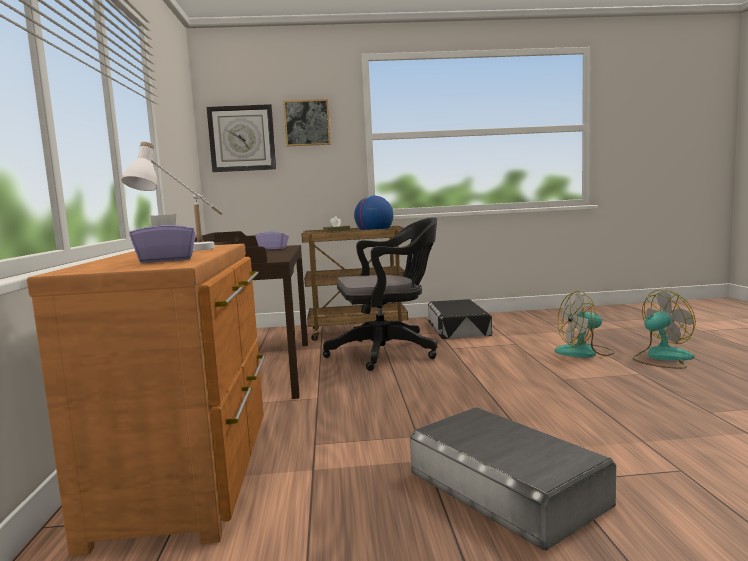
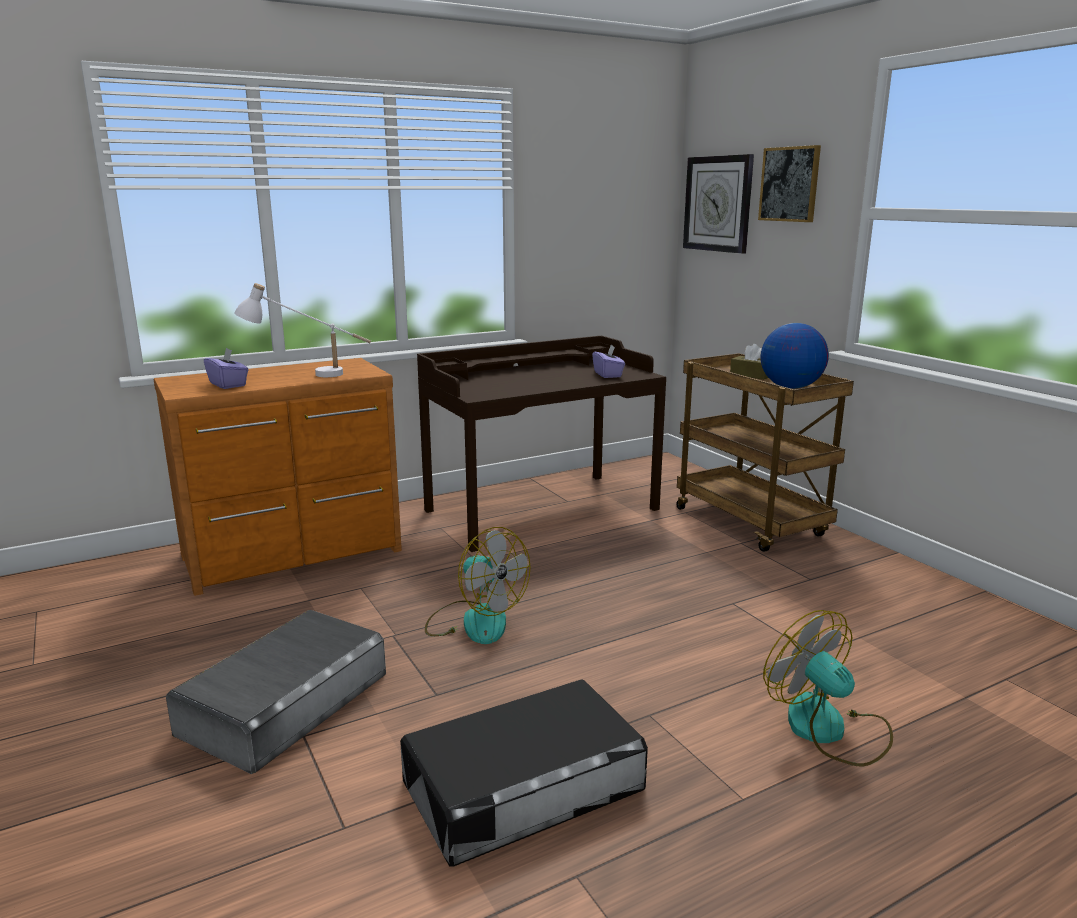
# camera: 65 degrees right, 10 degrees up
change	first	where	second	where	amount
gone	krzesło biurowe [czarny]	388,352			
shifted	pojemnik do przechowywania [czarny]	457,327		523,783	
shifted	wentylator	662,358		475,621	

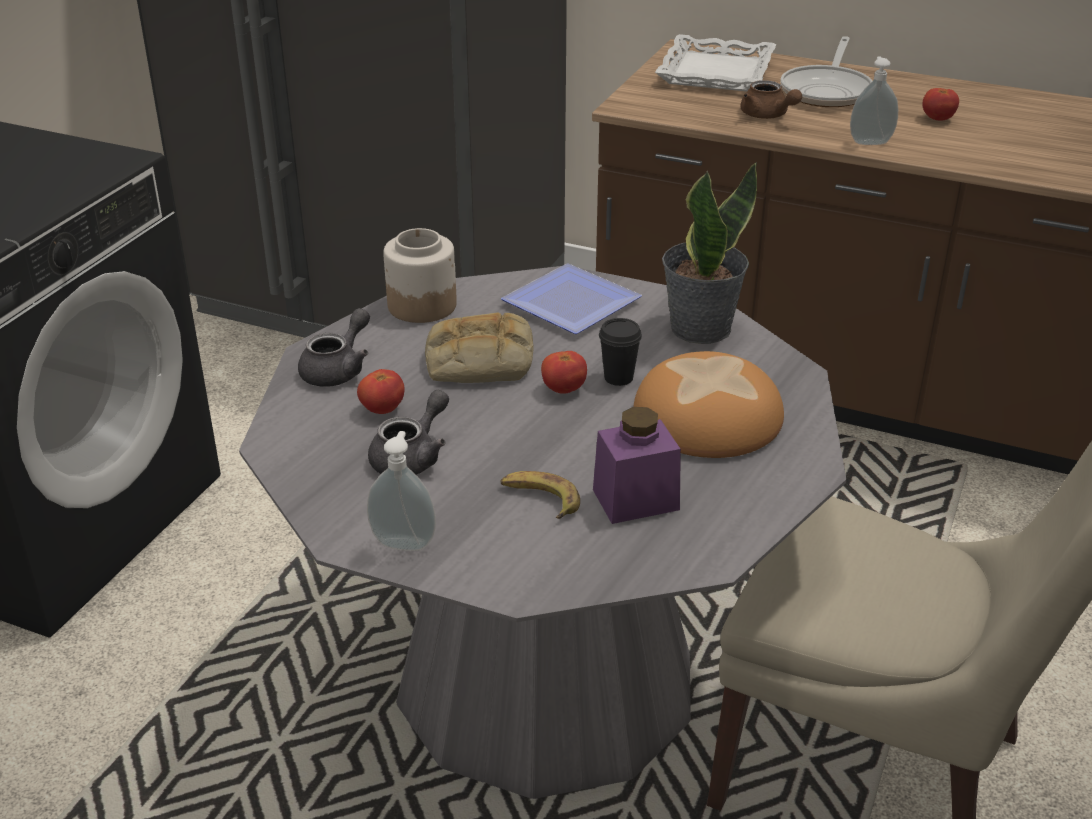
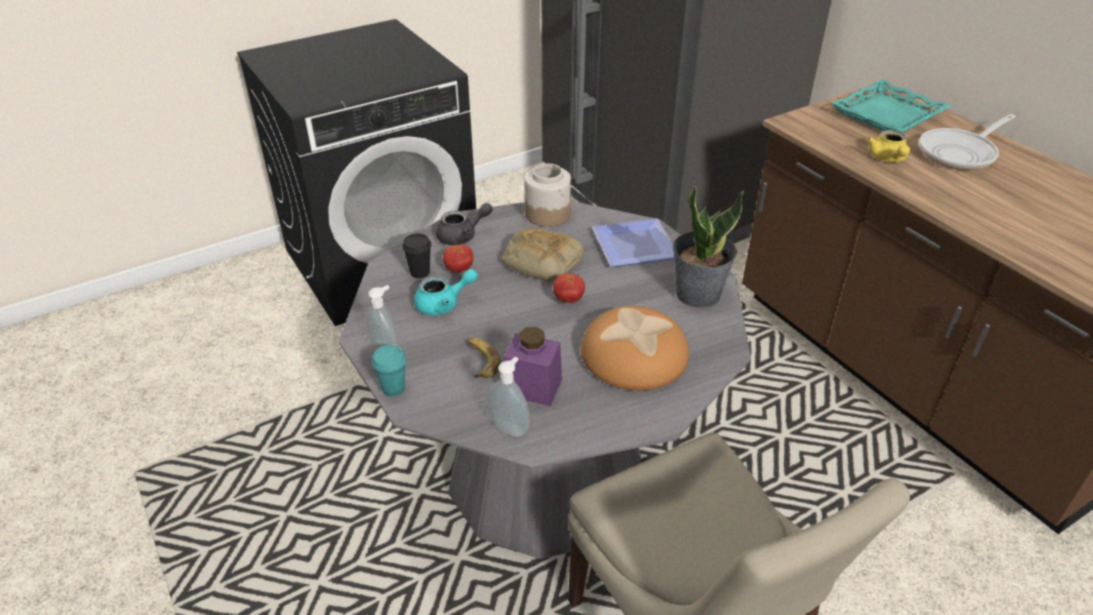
# camera: 35 degrees right, 5 degrees up
change	first	where	second	where	amount
gone	pomidor	937,119			
new			filiżanka [turkusowy]	393,388	
shifted	filiżanka [czarny]	618,378		420,272	
shifted	dozownik mydła	870,142		510,427	
repainted	imbryk [szary]	412,457	imbryk [turkusowy]	444,304	
repainted	taca [biały]	715,72	taca [turkusowy]	887,114	
repainted	imbryk [brązowy]	767,116	imbryk [żółty]	888,159	

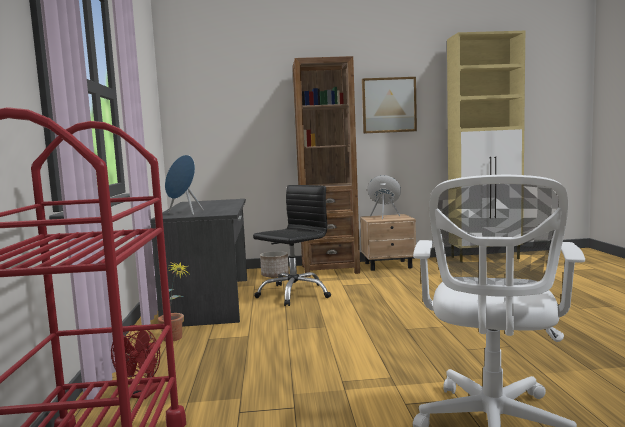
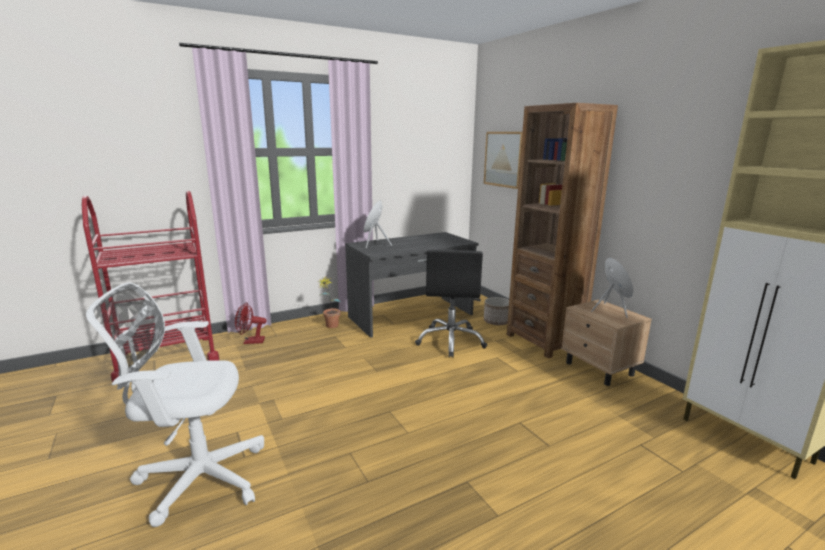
# camera: 65 degrees right, 10 degrees up
change	first	where	second	where	amount
shifted	obraz	389,105		504,159	
rotated	krzesło biurowe [czarny]	294,294		451,341	75 degrees clockwise

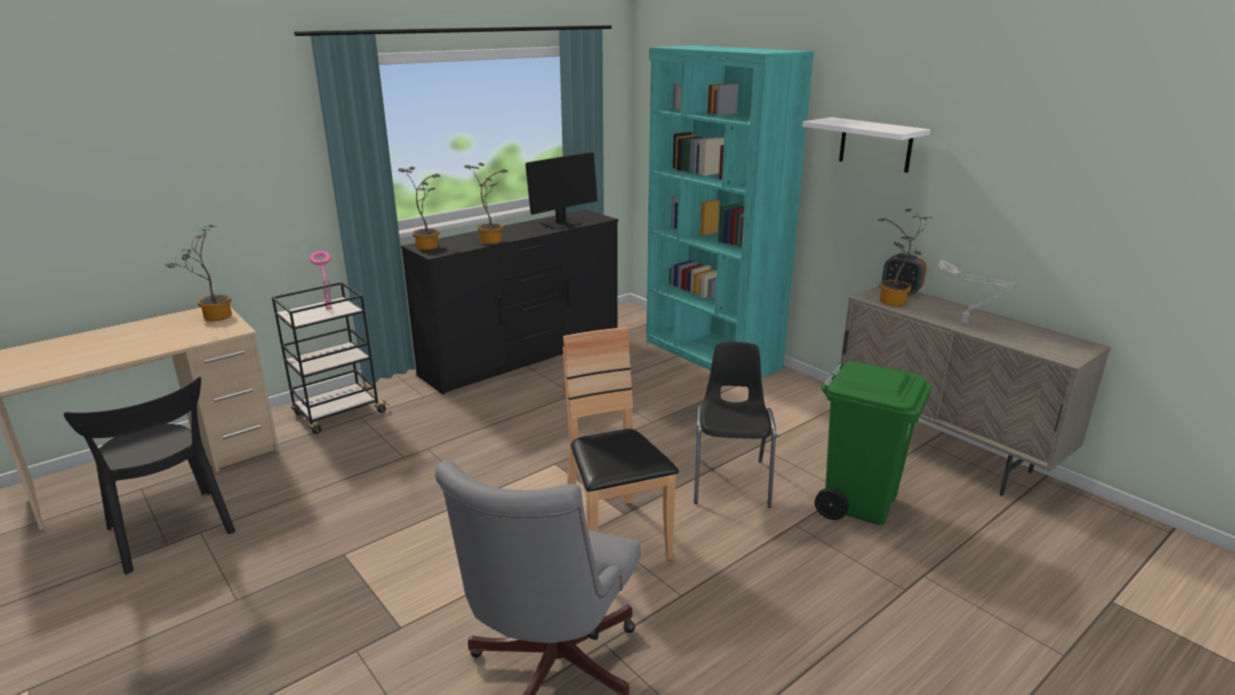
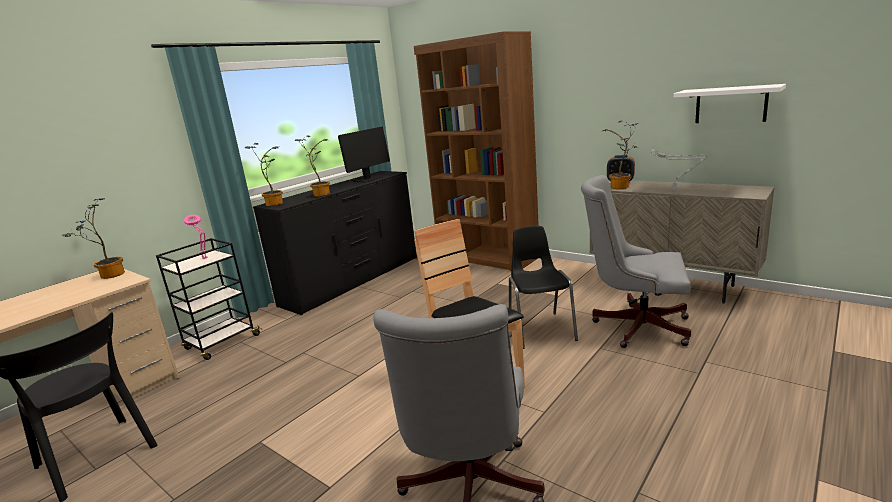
# camera: 10 degrees left, 5 degrees down
change	first	where	second	where	amount
shifted	półka [biały]	875,144		731,104	
swapped	kosz na śmieci [zielony]	858,503	krzesło biurowe [szary]	635,326	
repainted	regał [turkusowy]	711,355	regał [brązowy]	487,257	

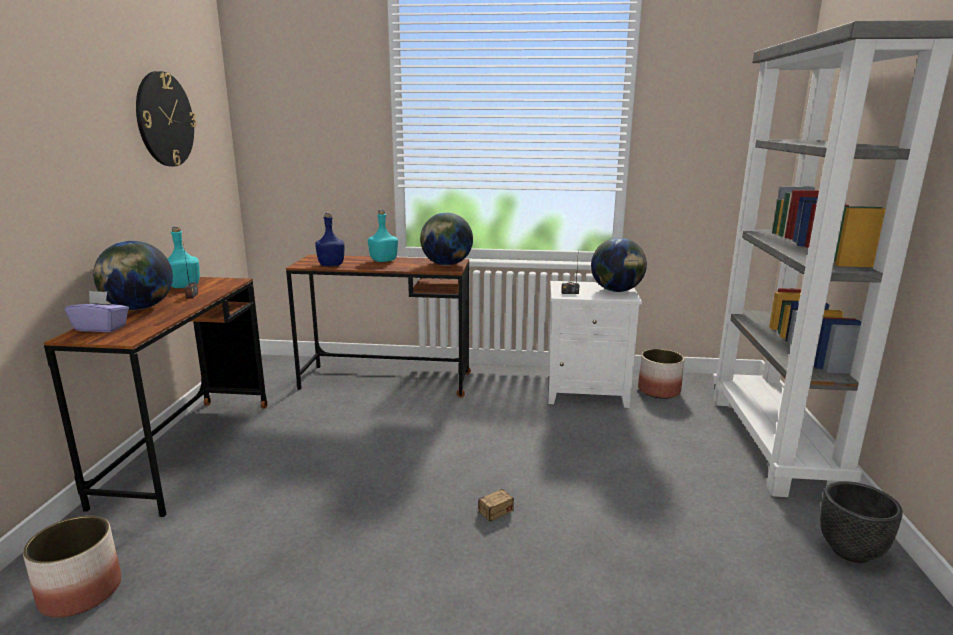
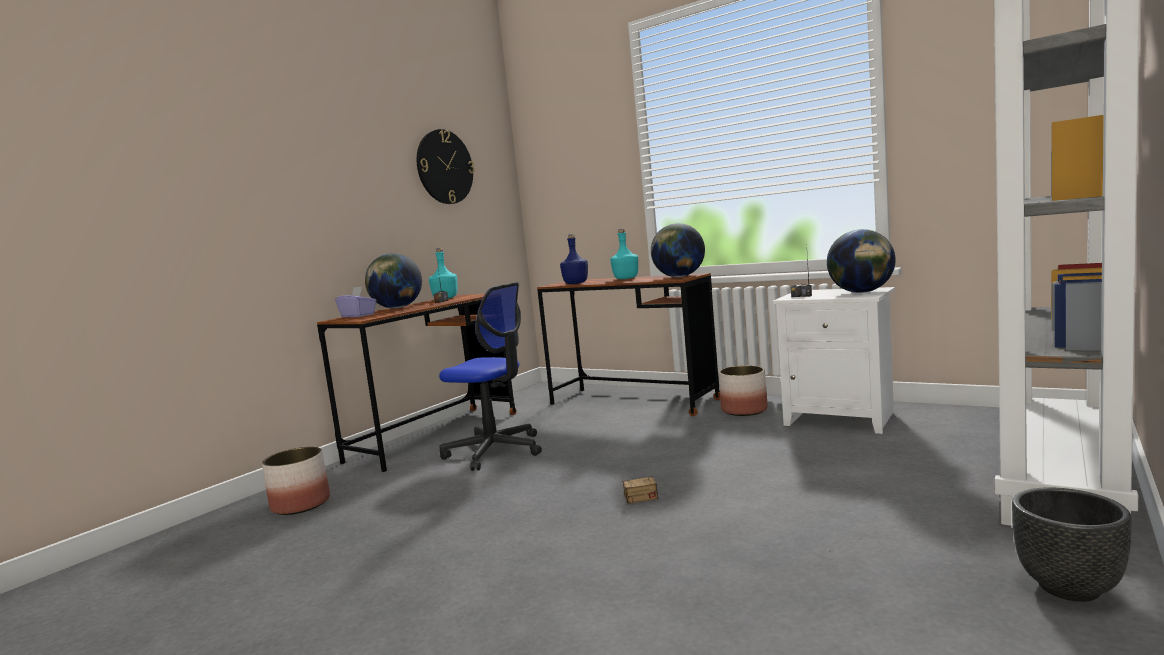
# camera: 30 degrees right, 10 degrees down
change	first	where	second	where	amount
new			krzesło biurowe	495,451	
shifted	donica	659,391		744,410	

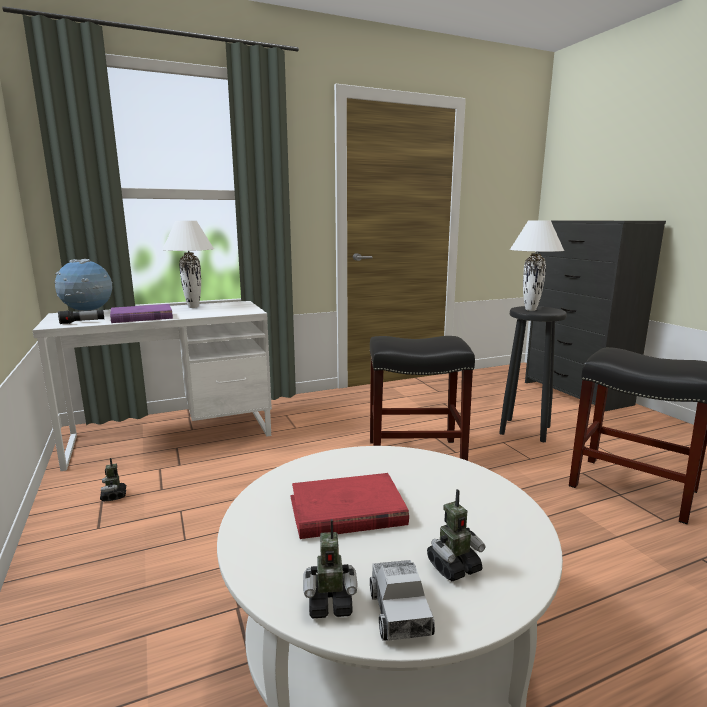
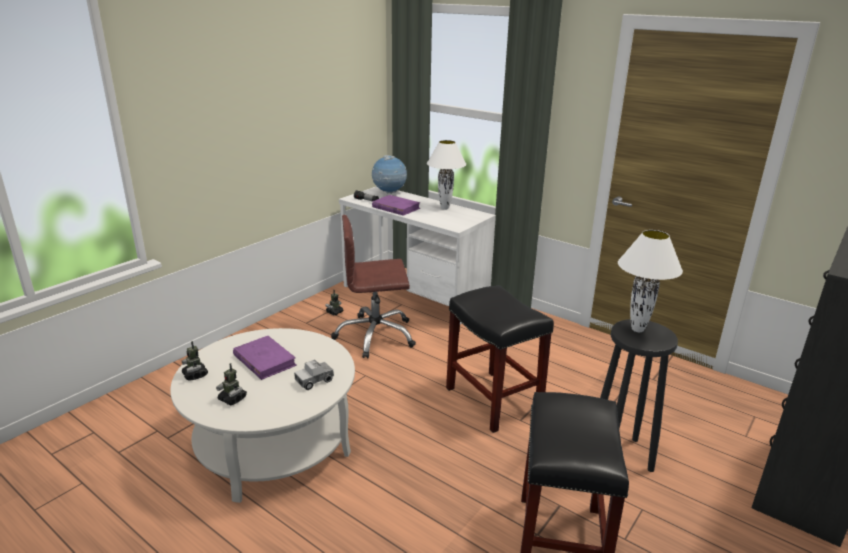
# camera: 60 degrees right, 10 degrees up
change	first	where	second	where	amount
new			krzesło biurowe [brązowy]	375,336	
shifted	ciężarówka zabawkowa	399,612		314,380	
repainted	książka [czerwony]	346,511	książka [fioletowy]	264,360	

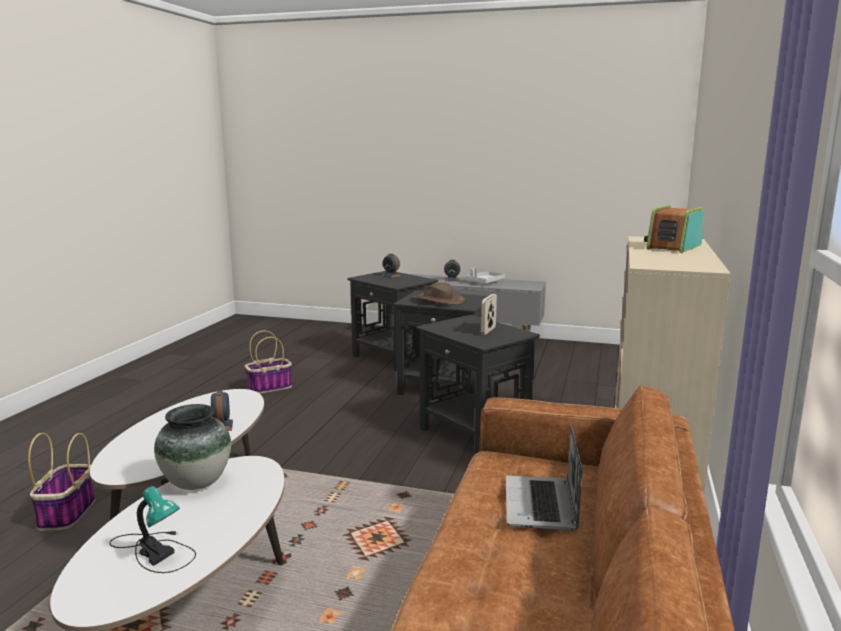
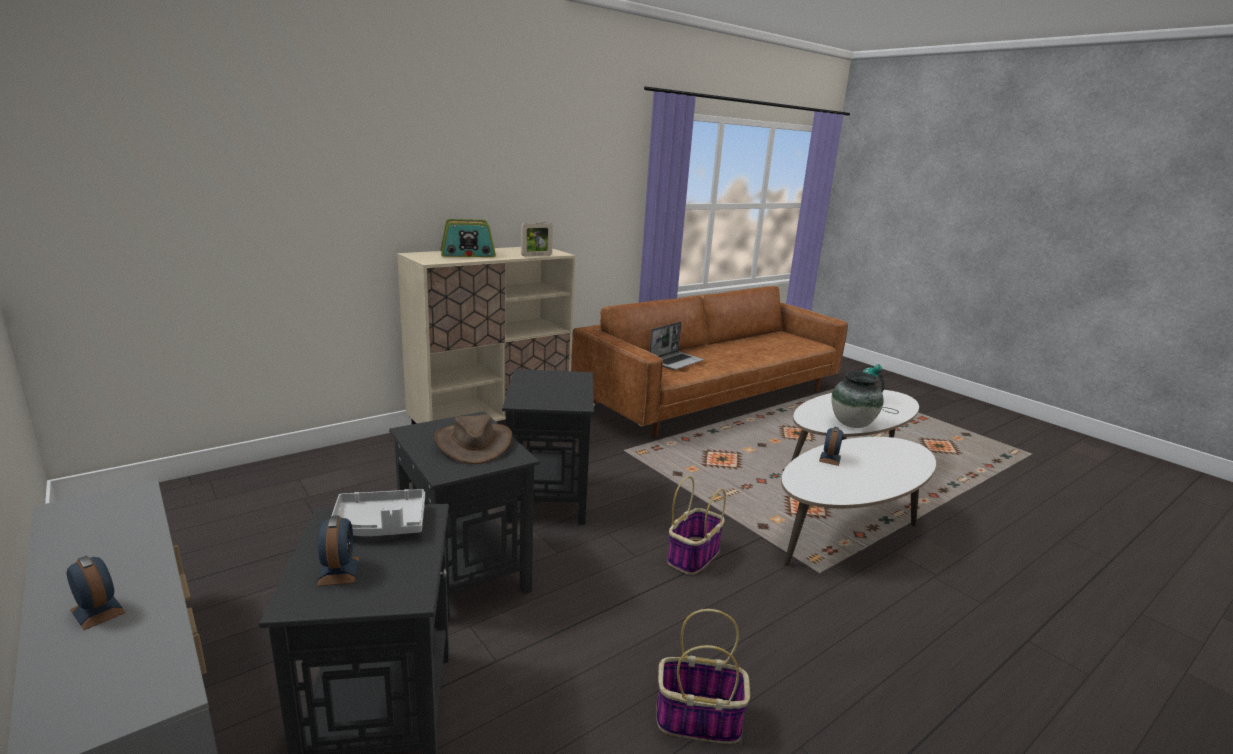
# camera: 145 degrees left, 5 degrees up
change	first	where	second	where	amount
shifted	koszyk	67,514		693,555	
shifted	taca [szary]	485,282		380,525	
shifted	ramka na zdjęcie	488,331		536,255	

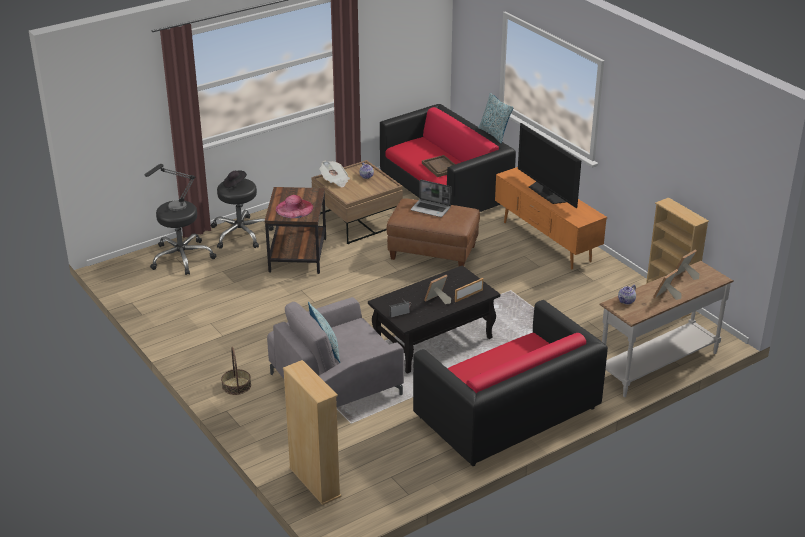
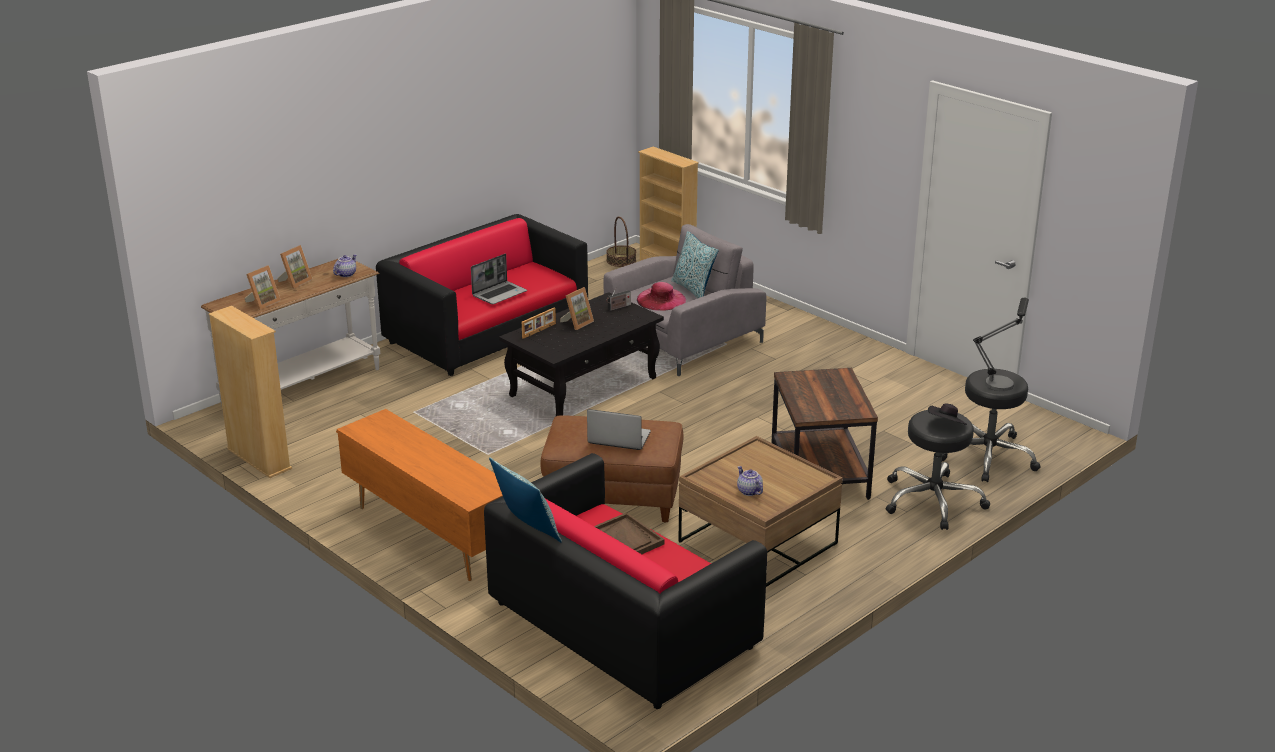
# camera: 170 degrees right, 5 degrees down
change	first	where	second	where	amount
gone	gazeta	335,181			
gone	telewizor	547,193			
new			laptop	499,294	
shifted	koszyk	236,386		621,260	
shifted	kapelusz [różowy]	294,208		661,299	

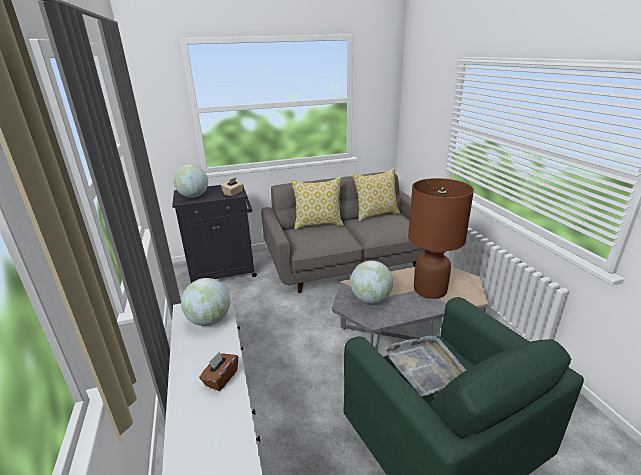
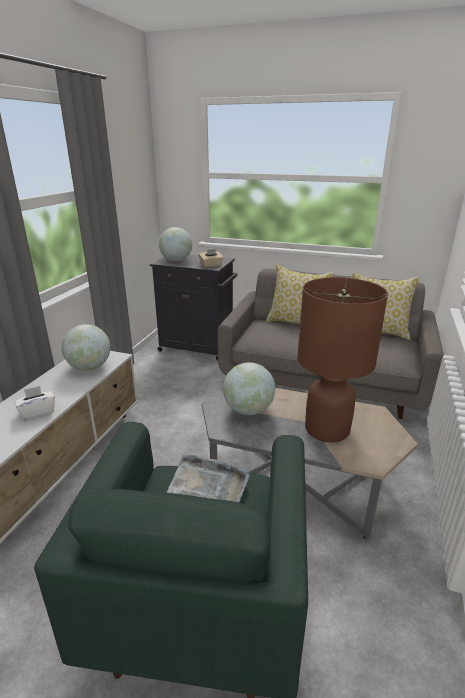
# camera: 35 degrees right, 0 degrees up
change	first	where	second	where	amount
repainted	pudełko chusteczek [brązowy]	221,378	pudełko chusteczek [biały]	37,412	

